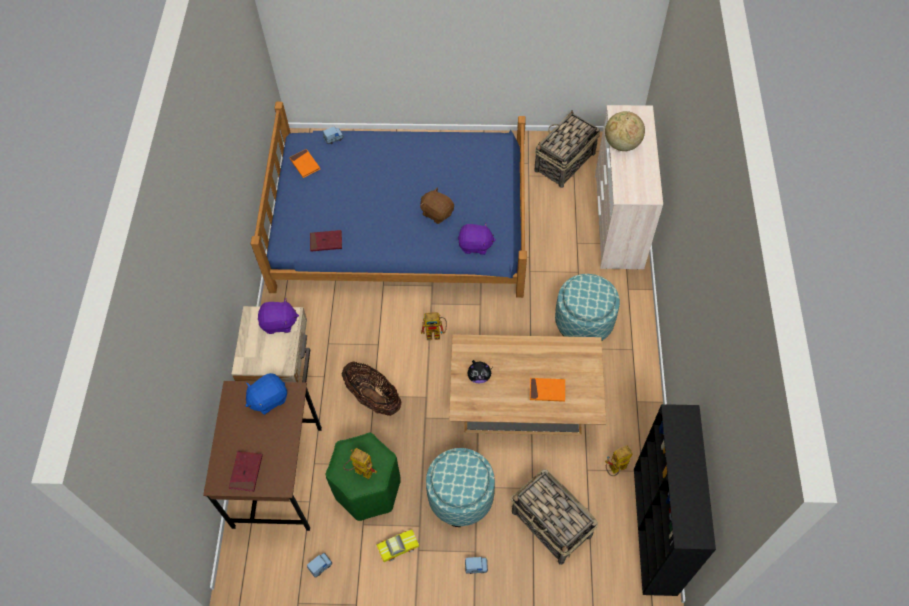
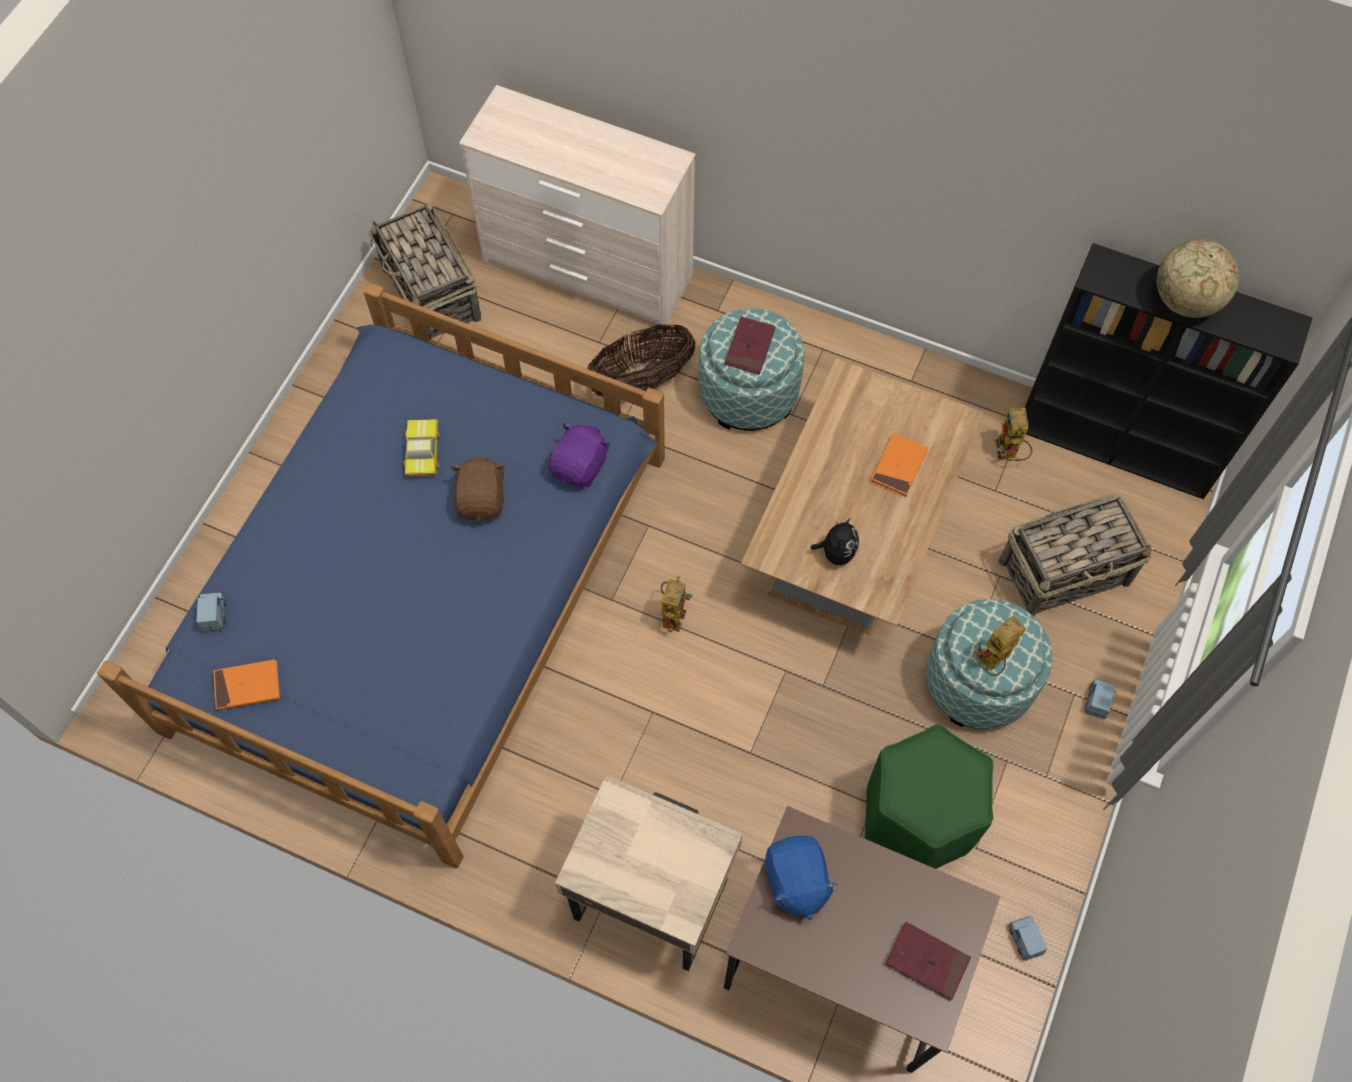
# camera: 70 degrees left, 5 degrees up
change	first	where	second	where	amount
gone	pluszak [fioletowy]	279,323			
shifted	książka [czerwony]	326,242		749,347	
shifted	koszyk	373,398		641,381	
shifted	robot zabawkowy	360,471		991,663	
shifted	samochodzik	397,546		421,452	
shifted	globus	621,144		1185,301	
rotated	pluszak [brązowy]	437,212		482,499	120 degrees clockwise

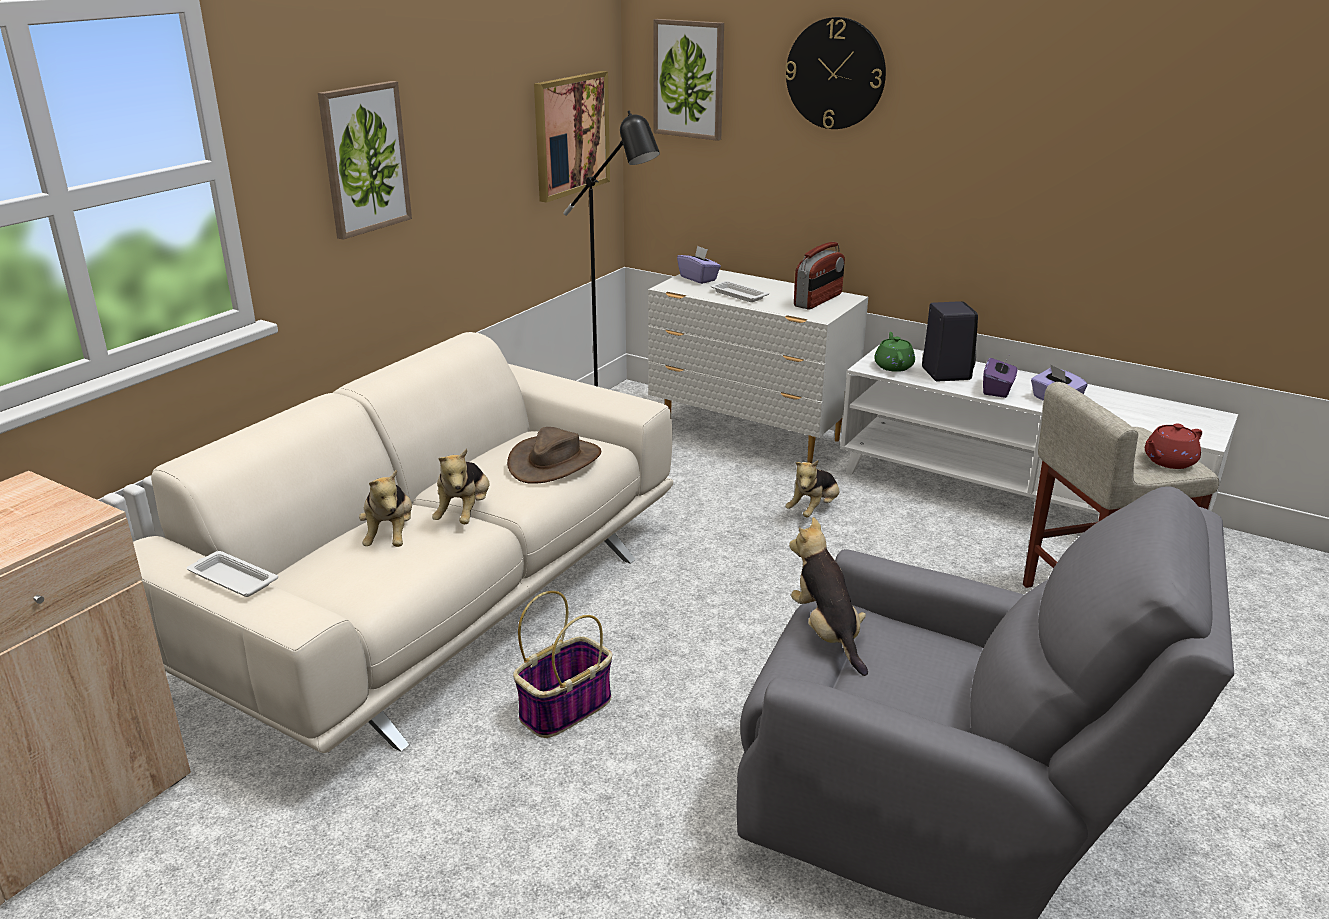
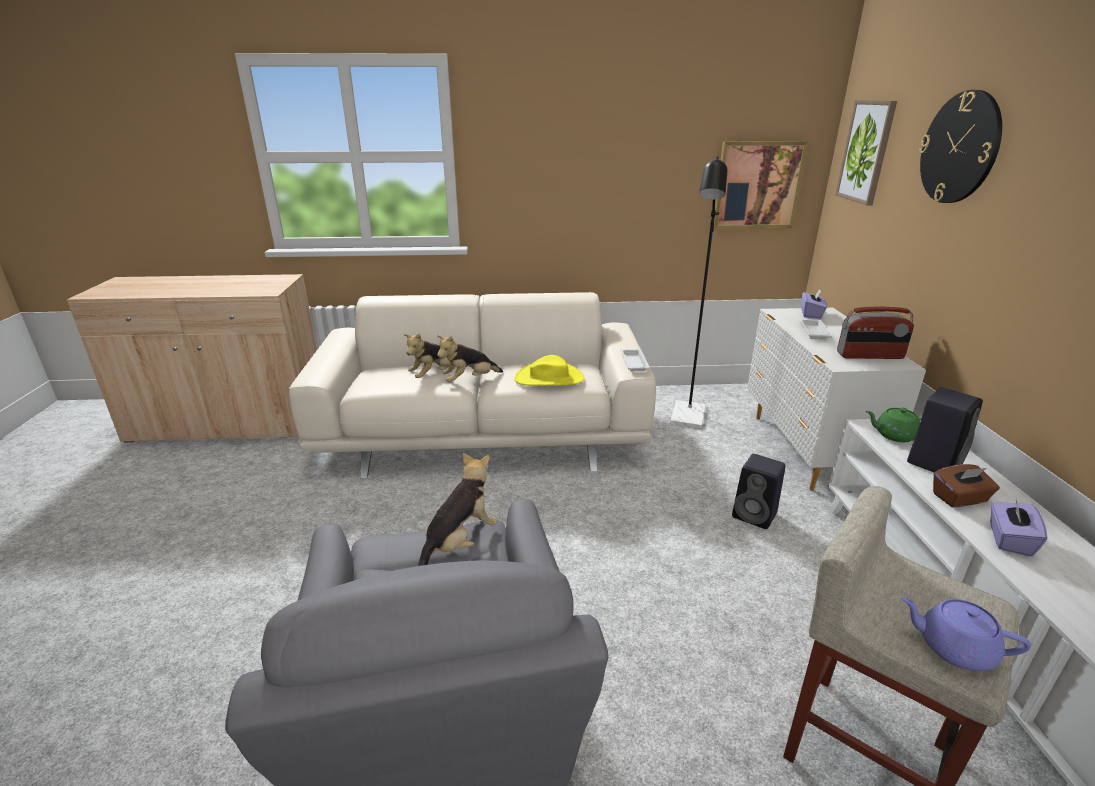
# camera: 55 degrees right, 0 degrees up
change	first	where	second	where	amount
gone	obraz	364,159			
gone	koszyk	566,707			
shifted	taca [biały]	232,579		634,362	
swapped	pluszak	814,510	głośnik [czarny]	756,515	
repainted	kapelusz [brązowy]	554,461	kapelusz [żółty]	549,378	
repainted	pudełko chusteczek [fioletowy]	997,390	pudełko chusteczek [brązowy]	959,498	
repainted	imbryk [czerwony]	1168,461	imbryk [fioletowy]	953,648	
rotated	imbryk [zielony]	893,366		894,435	135 degrees counterclockwise

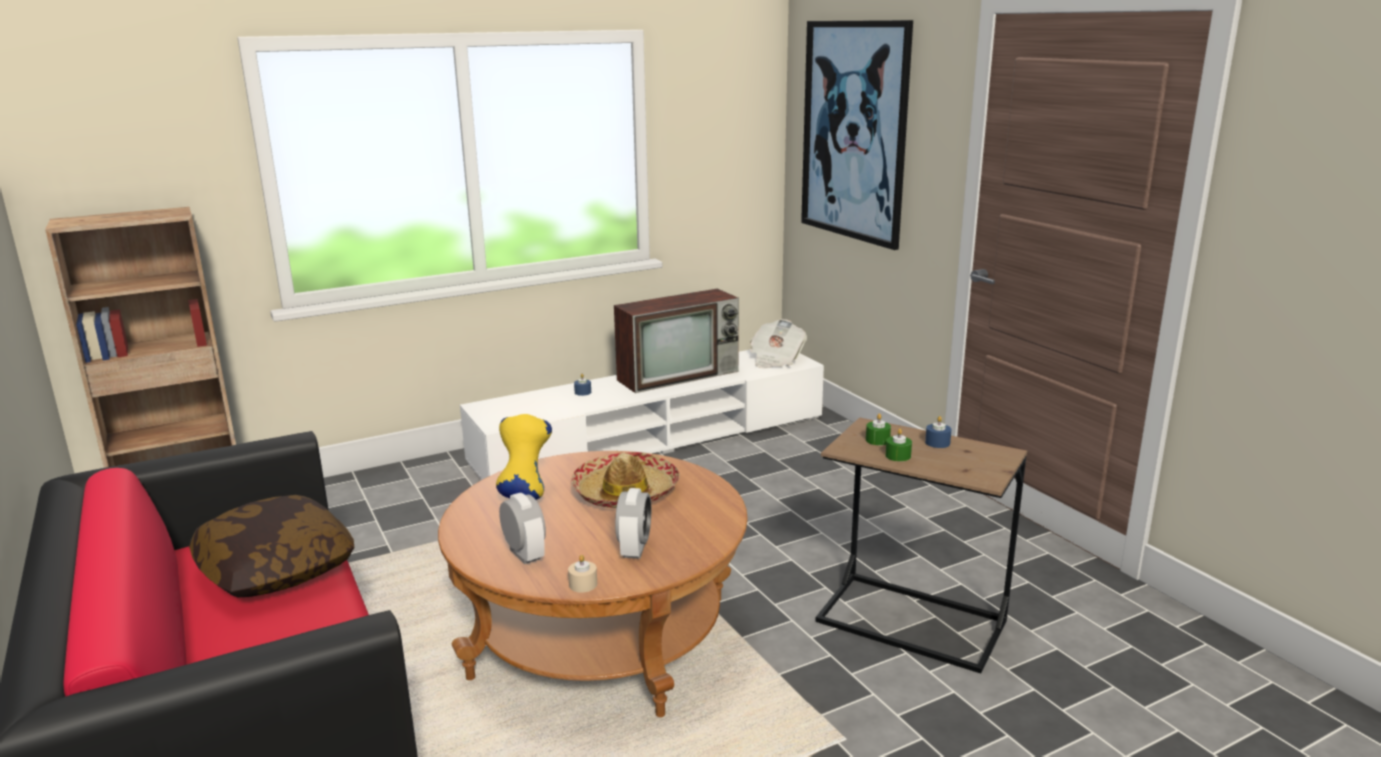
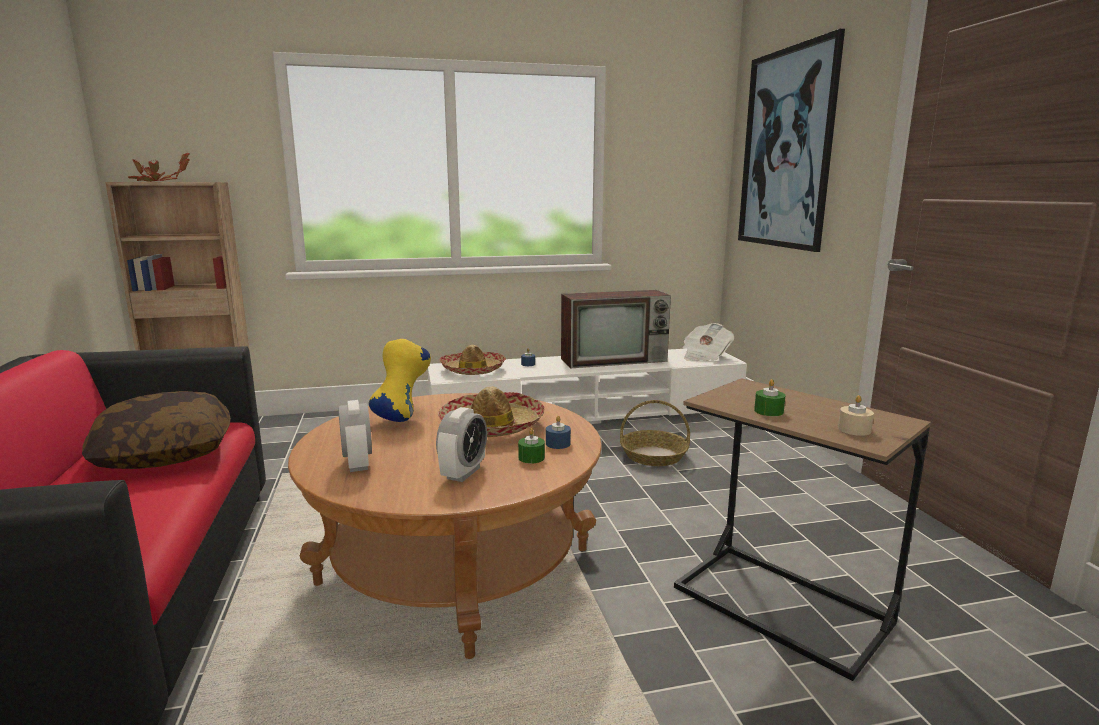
# camera: 15 degrees right, 5 degrees down
change	first	where	second	where	amount
new			roślina doniczkowa	158,181	
new			kapelusz	473,370	
new			koszyk	654,456	
shifted	świeca [beżowy]	583,584		854,429	
shifted	świeca [zielony]	877,440		531,458	
shifted	świeca [niebieski]	937,443		558,444	

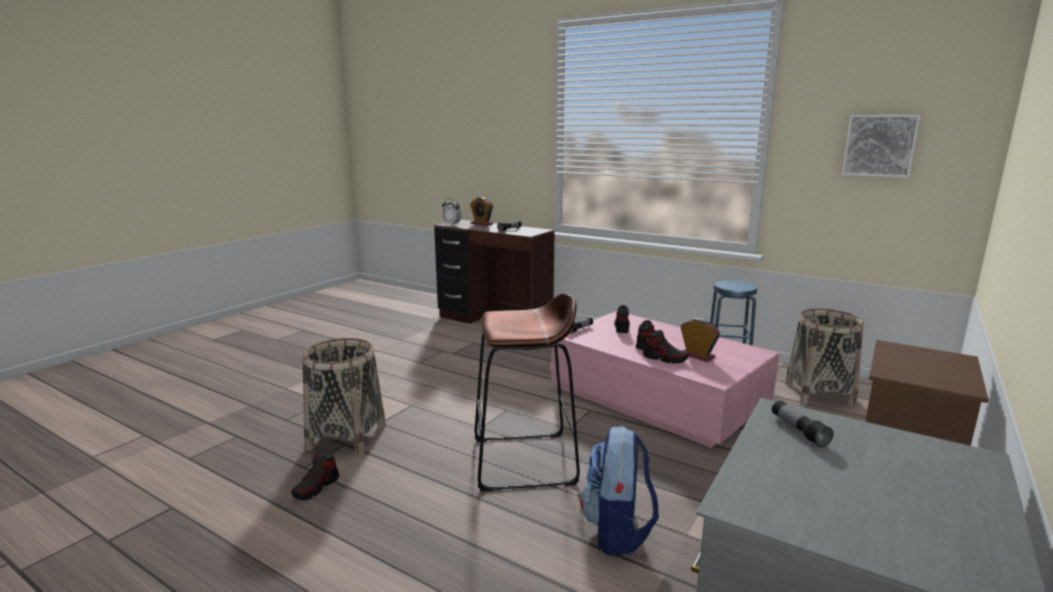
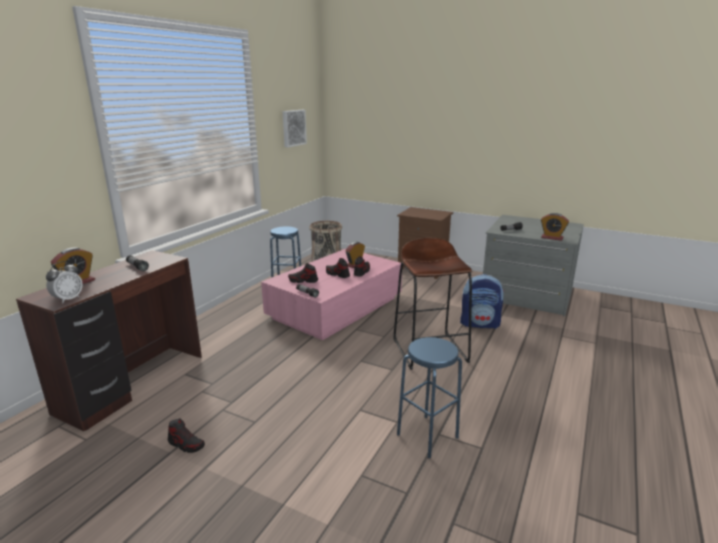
# camera: 95 degrees left, 5 degrees up
change	first	where	second	where	amount
new			budzik	552,238	
shifted	but	316,488		186,444	
swapped	koszyk	347,437	stołek [niebieski]	427,436	

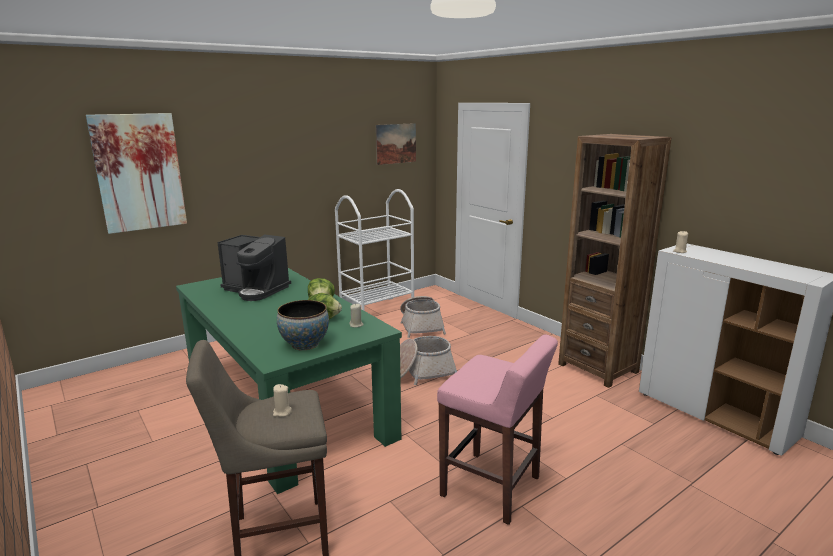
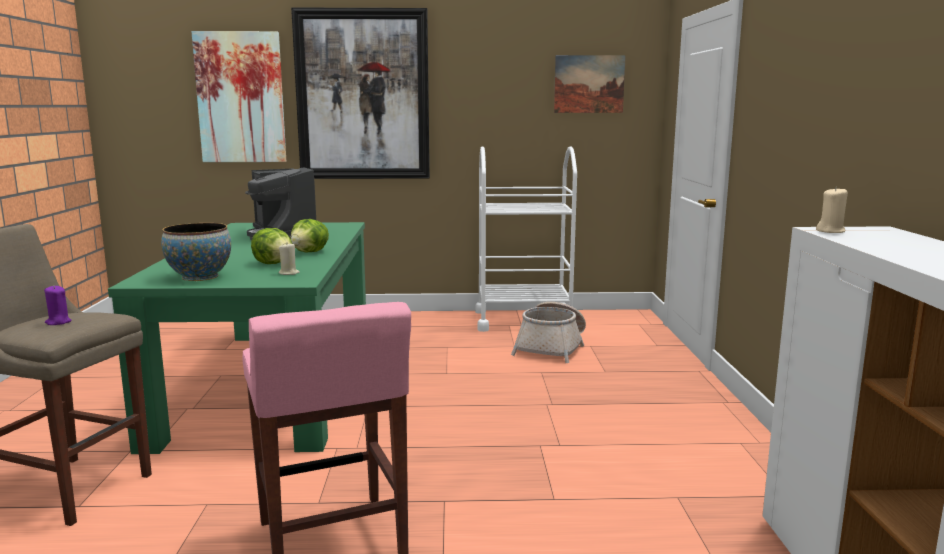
# camera: 35 degrees right, 5 degrees down
change	first	where	second	where	amount
gone	koszyk	421,372			
gone	regał [brązowy]	598,368			
new			obraz	363,95	
repainted	świeca [beżowy]	282,412	świeca [fioletowy]	58,322	

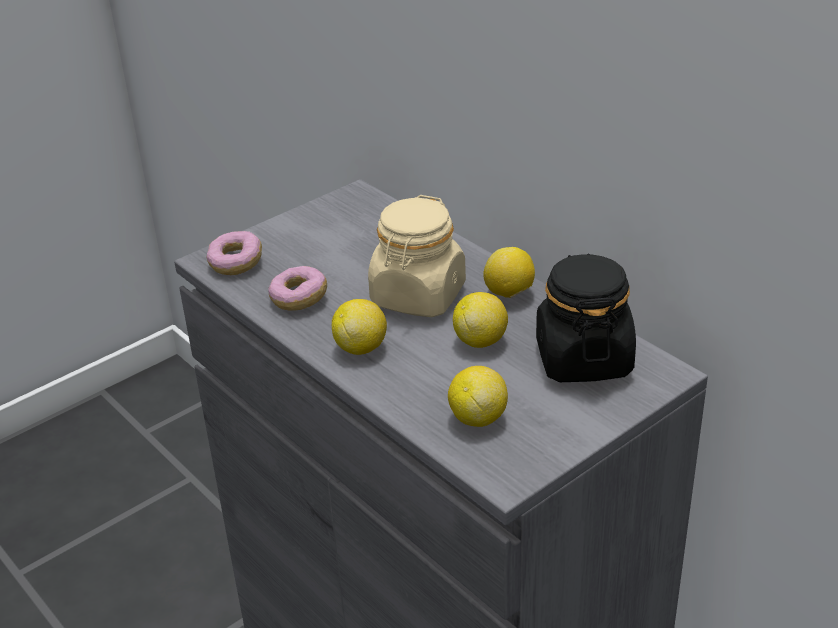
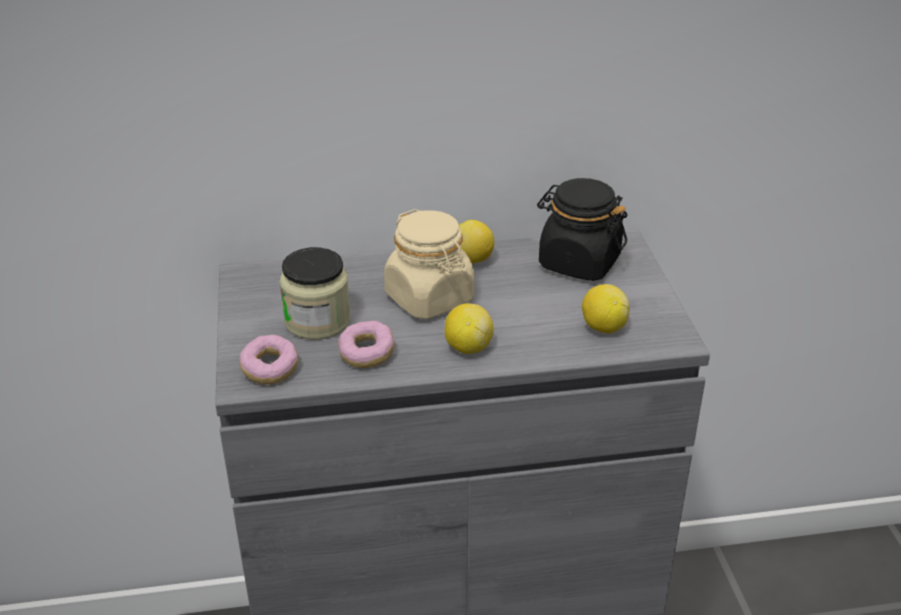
# camera: 60 degrees left, 0 degrees up
change	first	where	second	where	amount
gone	cytryna	480,340			
new			słoik	317,321	

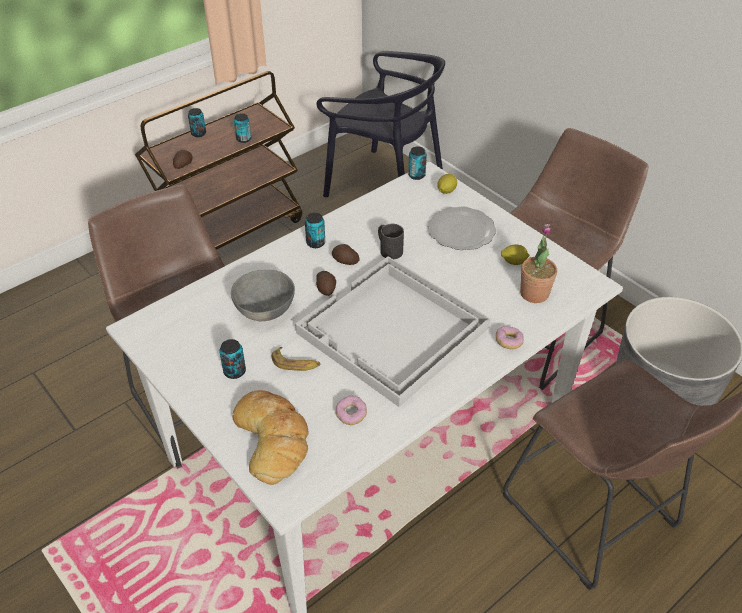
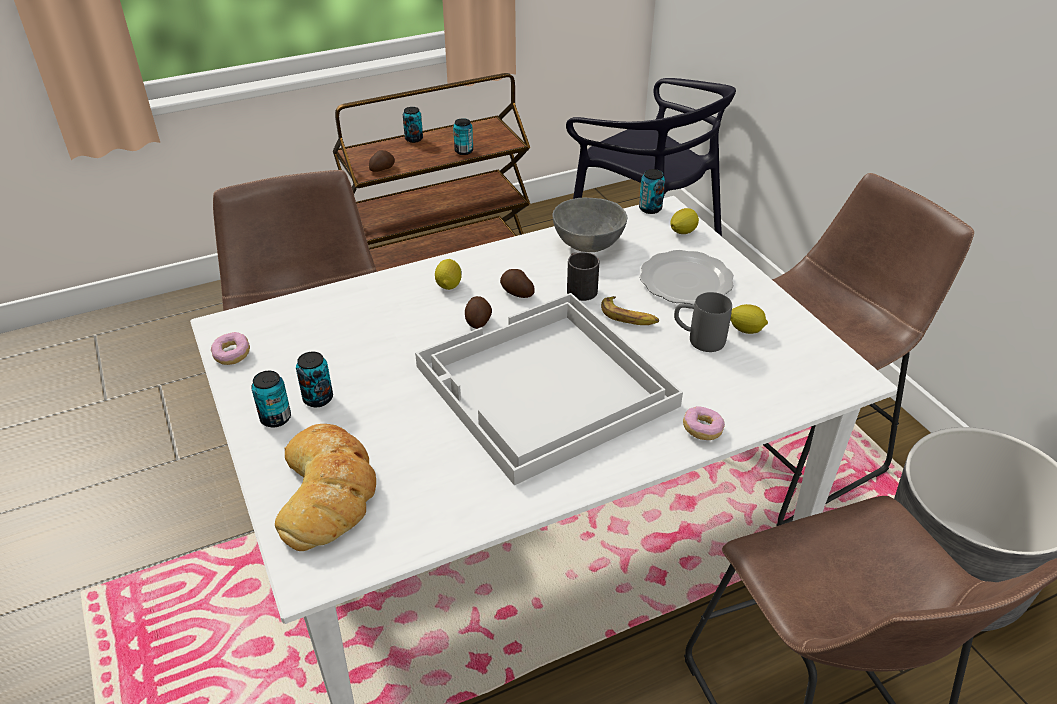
# camera: 15 degrees right, 5 degrees down
change	first	where	second	where	amount
gone	roślina doniczkowa	534,293			
new			cytryna	449,285	
new			kubek [szary]	698,339	
shifted	miska [szary]	263,311		586,244	
shifted	banan	296,363		629,317	
shifted	puszka	315,243		275,418	
shifted	donut	351,414		232,355	

